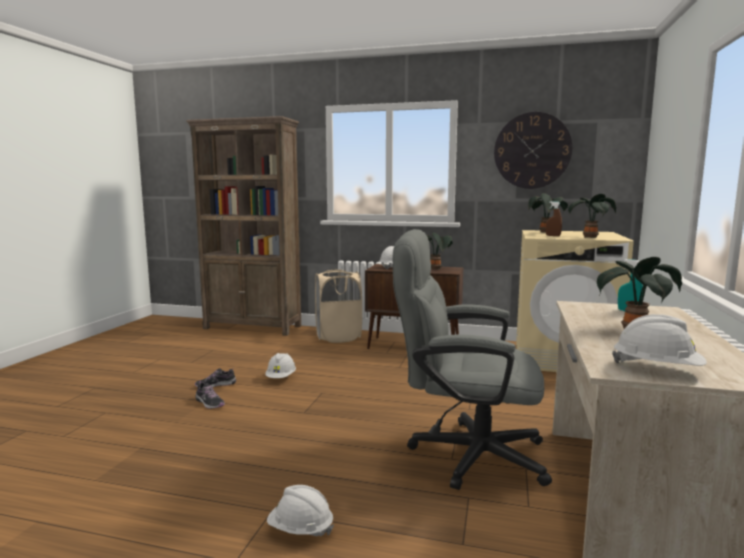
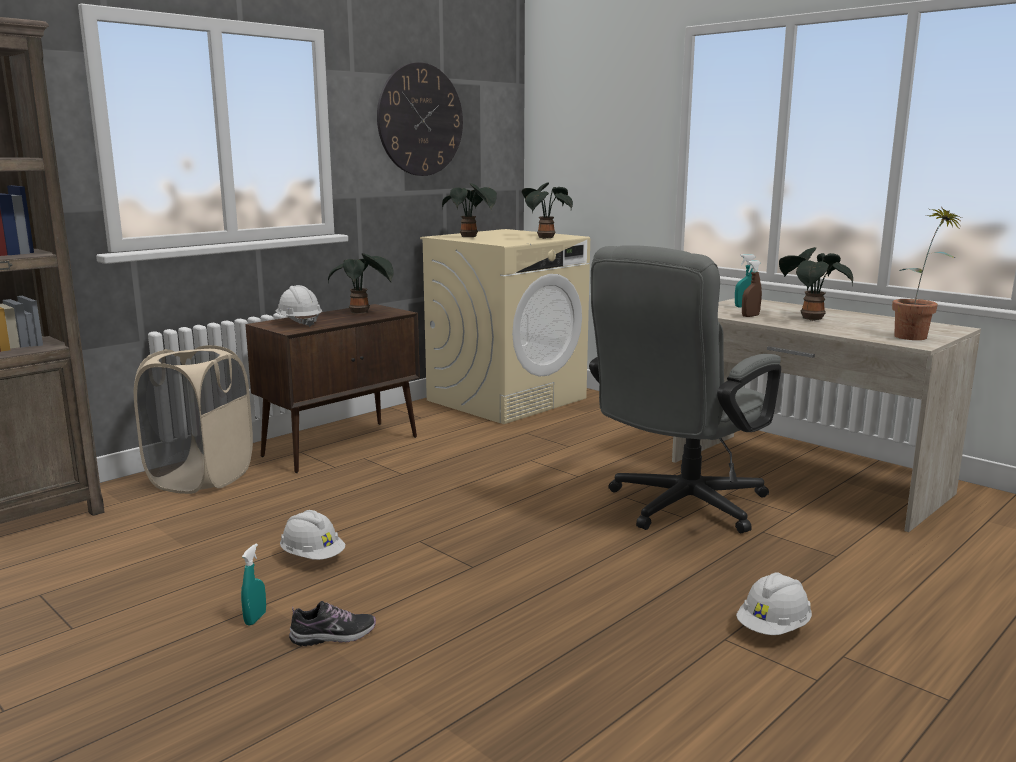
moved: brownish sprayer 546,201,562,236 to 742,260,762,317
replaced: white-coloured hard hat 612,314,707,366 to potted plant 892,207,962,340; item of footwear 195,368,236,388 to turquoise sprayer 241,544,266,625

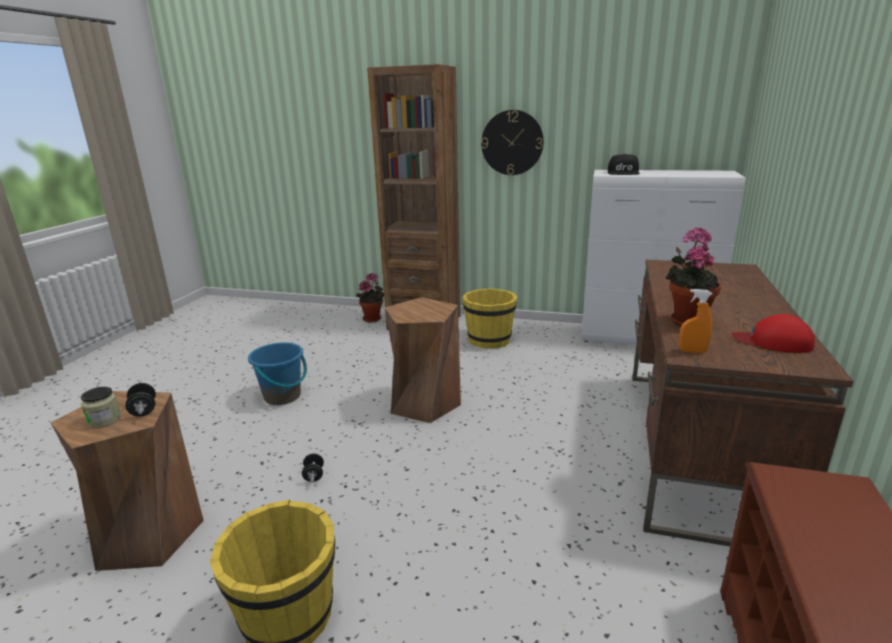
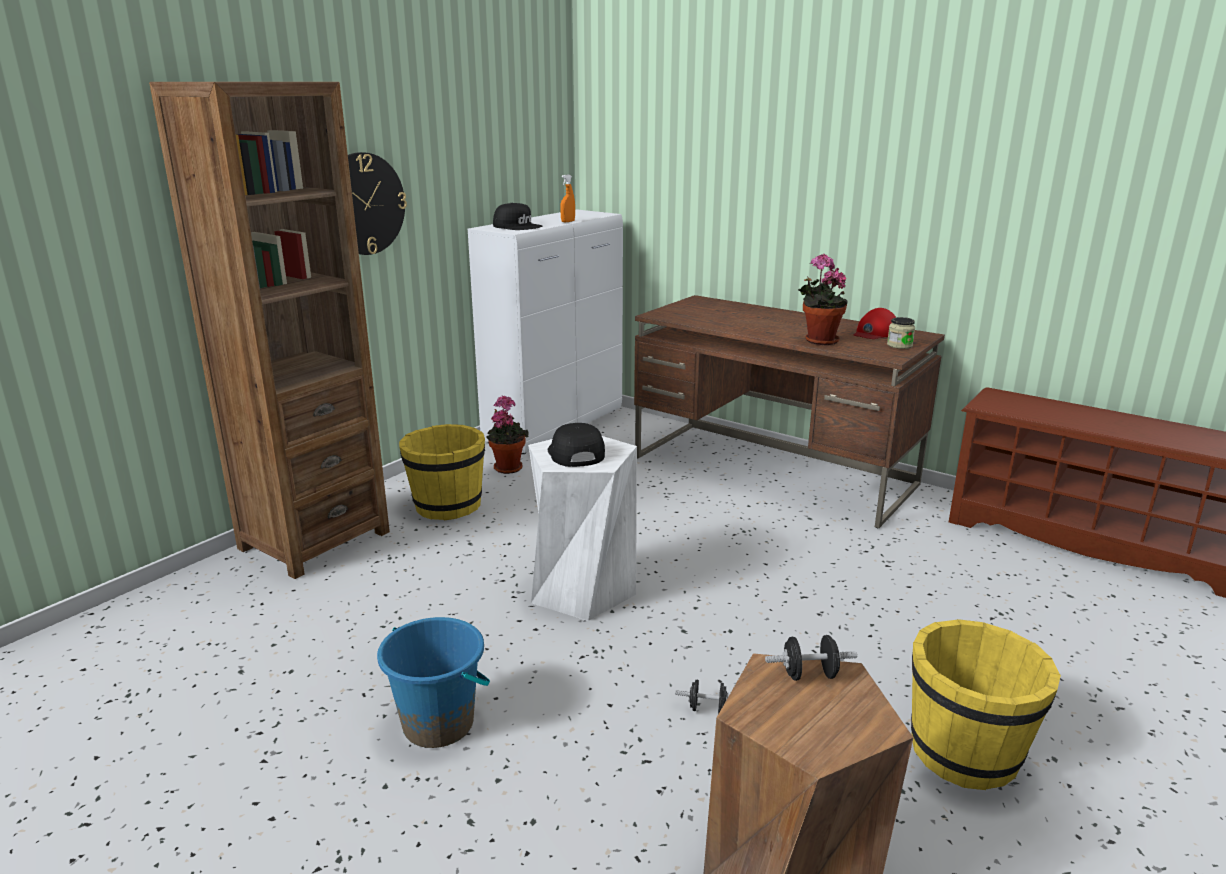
added: blackish cap 548,423,605,467
moved: potted plant 356,273,384,323 to 486,396,529,474; orange-coloured sprayer 679,289,712,353 to 560,174,575,222; preserve jar 81,387,121,428 to 887,317,915,349
recoloured: brownish sitting stool 385,297,461,423 to white-coloured sitting stool 528,436,637,621

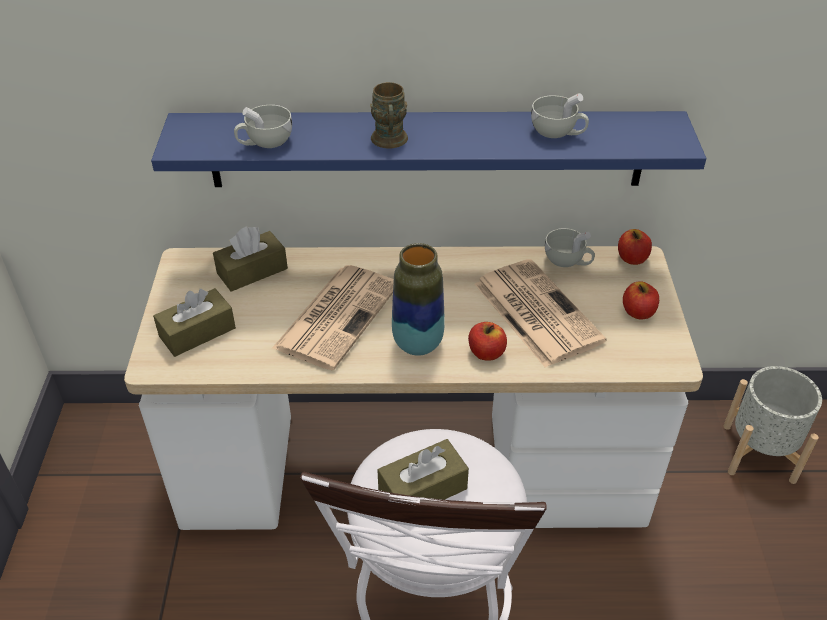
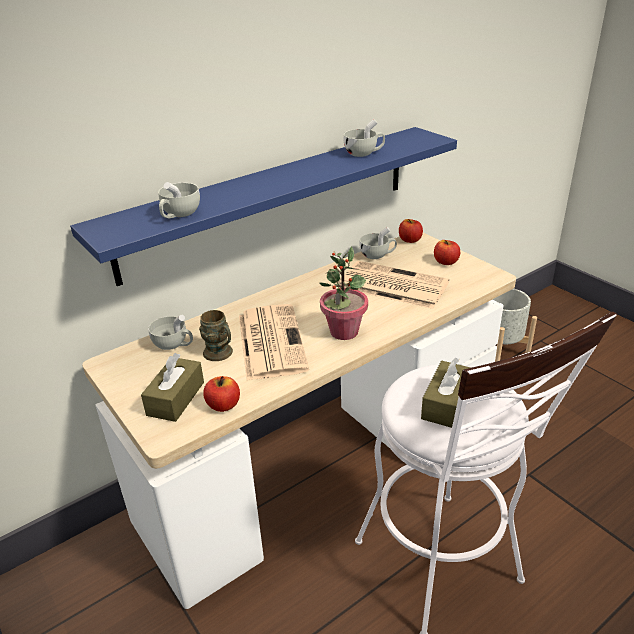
moved: brownish tea mug 370,82,408,149 to 199,310,233,361; apple 468,322,507,361 to 203,376,240,412
replaced: brownish tissue holder 213,226,288,292 to white-coloured cup 148,315,193,350; vase 392,243,445,356 to potted plant 319,247,368,340

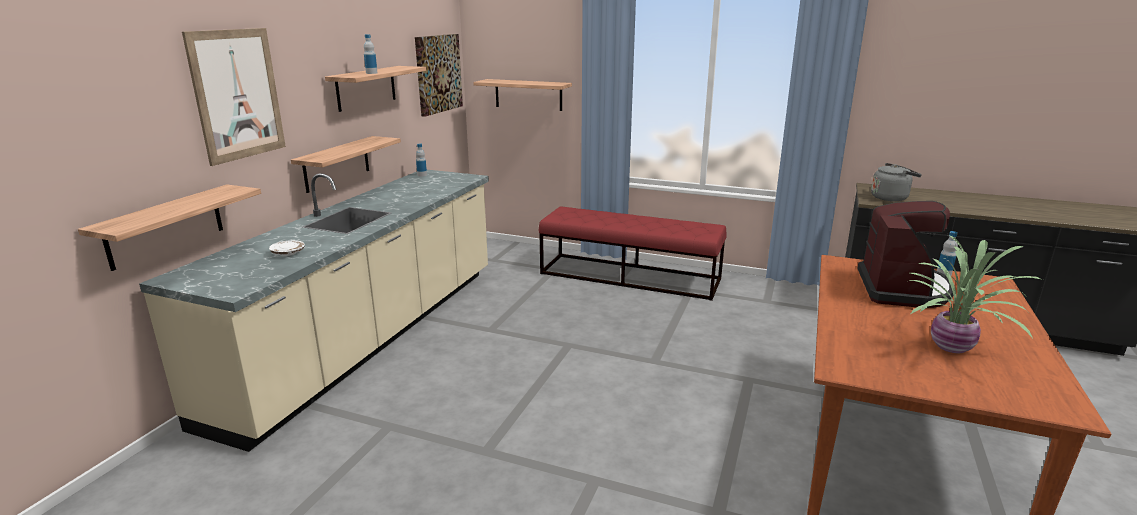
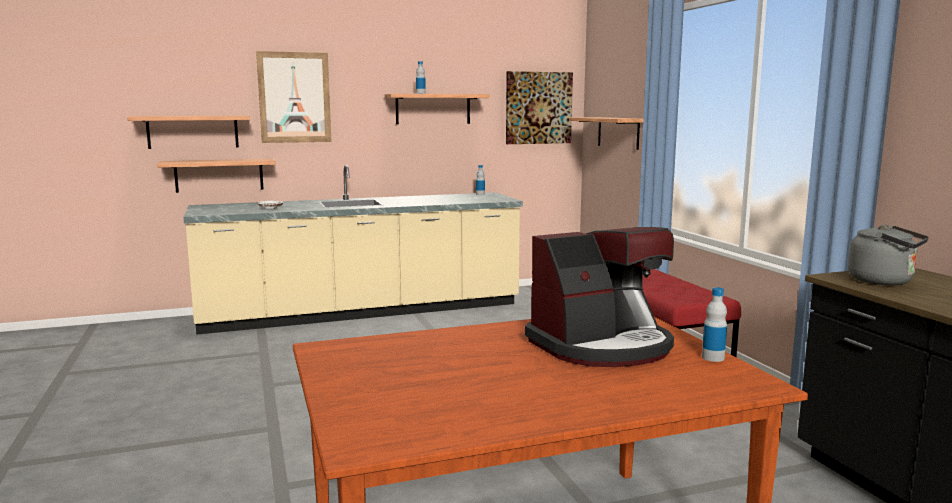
removed: potted plant 909,236,1043,353
moved: wall shelf 291,136,401,193 to 127,116,250,149

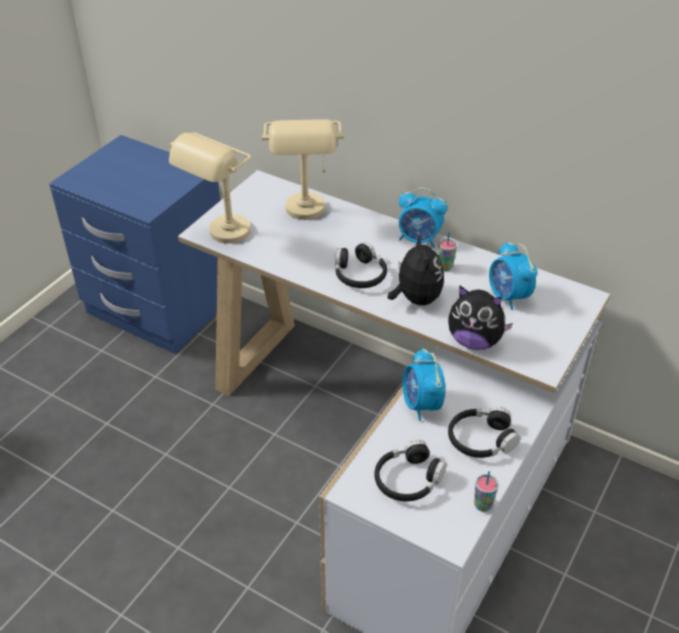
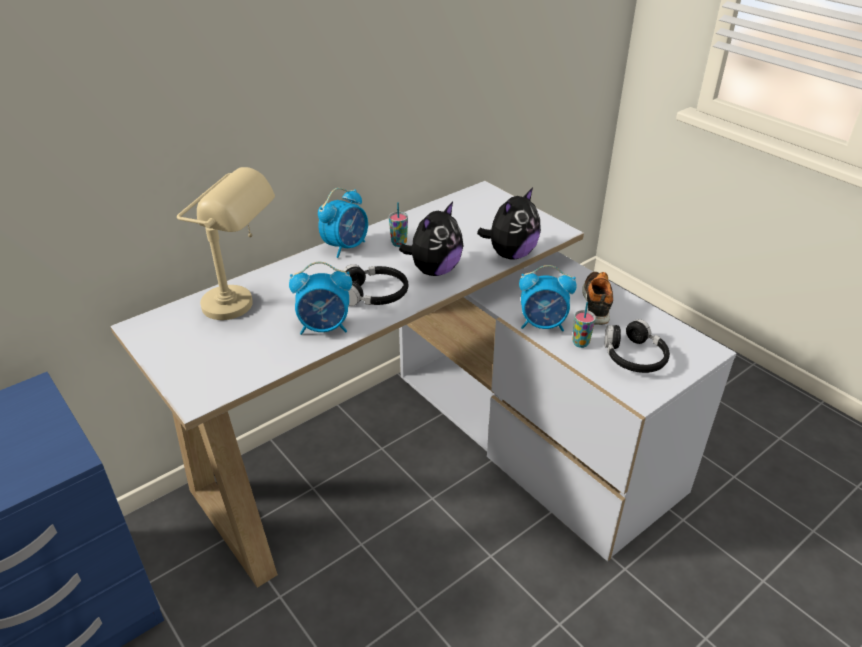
removed: beige table lamp 169,132,251,244
moved: table clock 489,241,538,310 to 289,262,352,335; cup 474,471,499,512 to 572,302,596,348
replaced: blackish headphones 448,407,521,458 to item of footwear 582,272,613,325
turned: cuddly toy 388,233,444,305 = 399,202,463,276 120 degrees clockwise

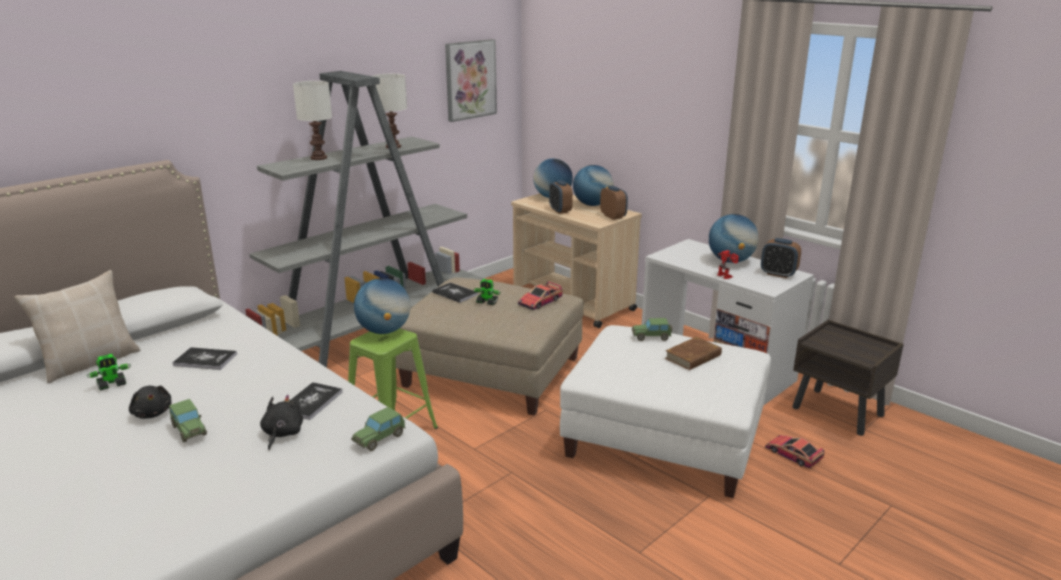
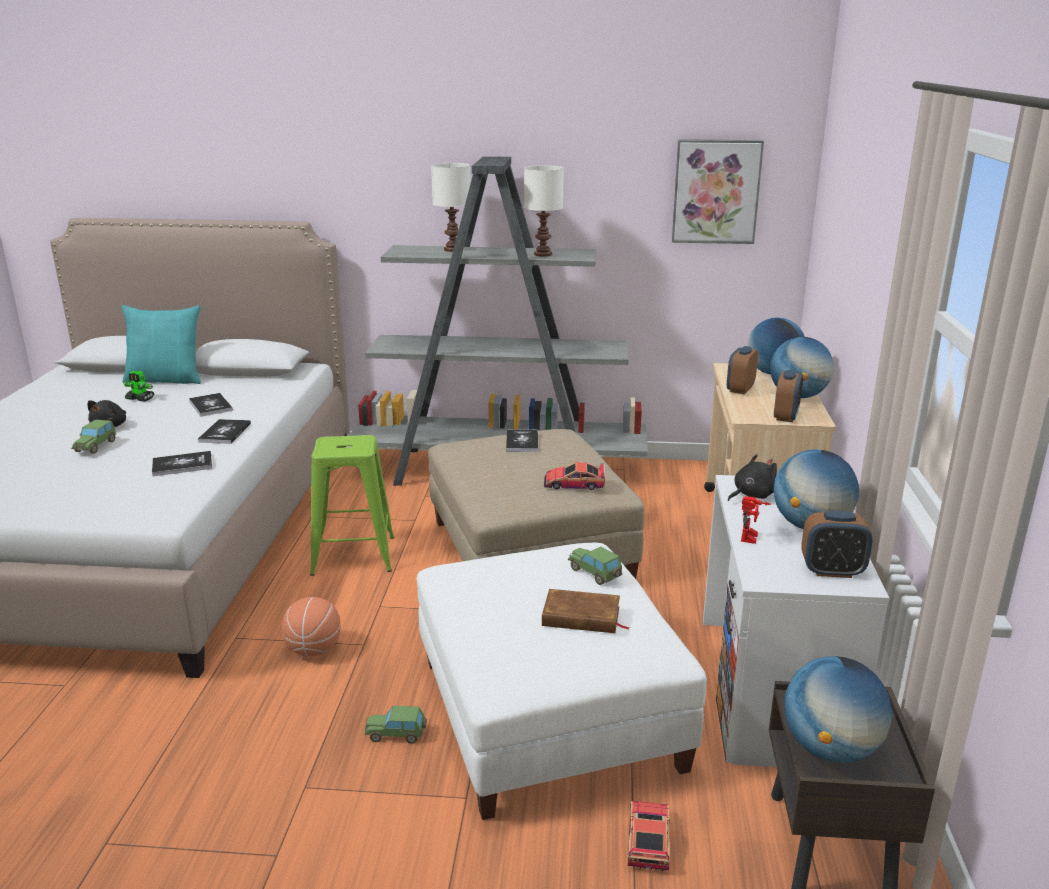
removed: toy robot 473,279,501,305
added: book 198,419,251,444; basketball 282,597,341,656
moved: desk globe 354,278,411,334 to 784,656,892,763; blackish cuddly toy 260,395,303,450 to 728,454,777,501; toy car 351,407,405,451 to 365,706,427,744
recoloured: beige cushion 15,270,141,383 to turquoise cushion 122,305,201,384
turned: table clock 761,238,801,278 = 801,511,873,578 75 degrees counterclockwise

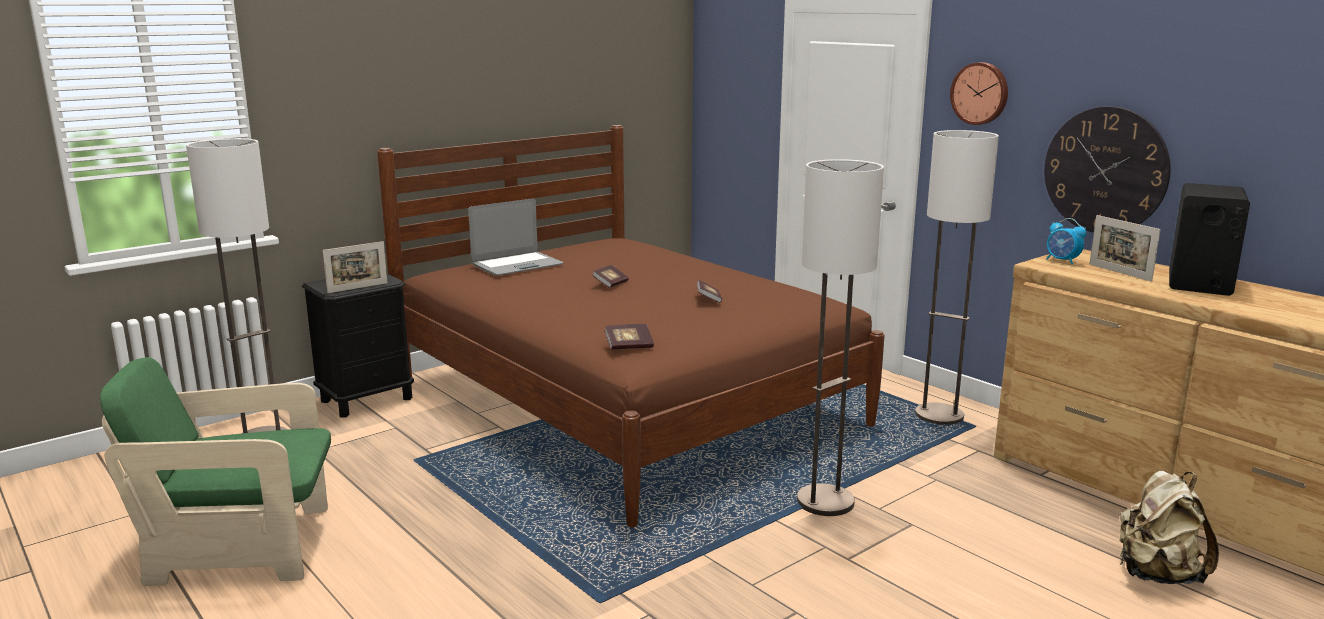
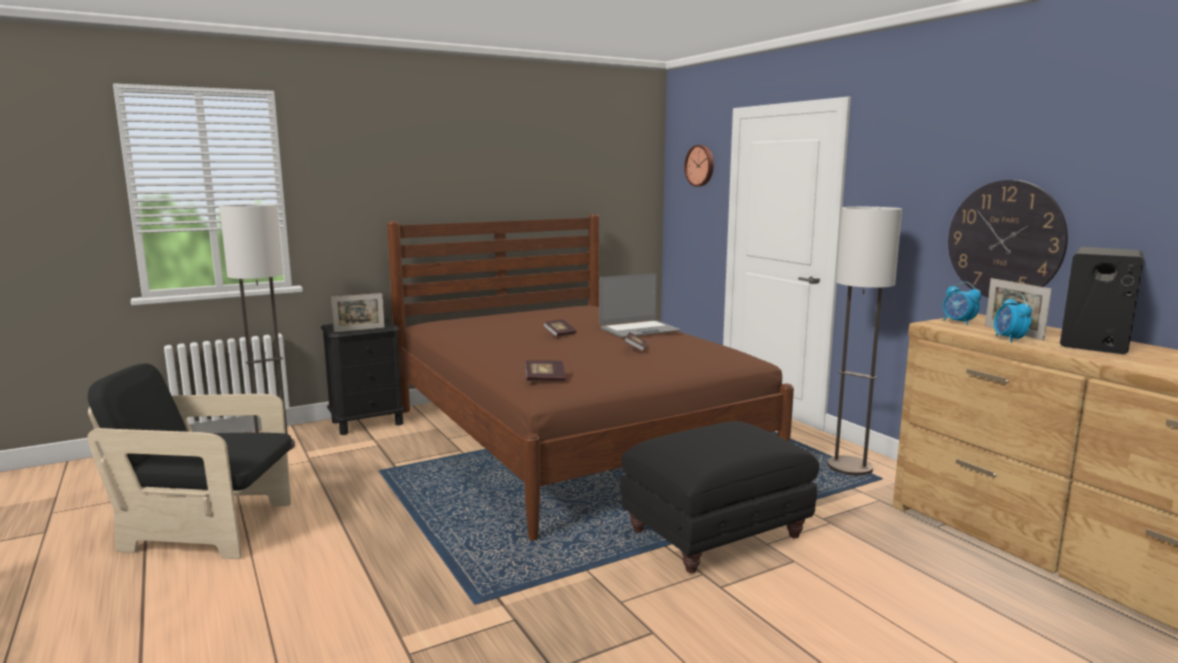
removed: beige knapsack 1119,471,1219,584
added: table clock 994,295,1032,342
moved: clock on the wall 950,62,1008,125 to 684,145,714,187; notebook computer 468,199,564,276 to 599,273,681,337
replaced: floor lamp 797,159,884,516 to blackish ottoman 620,421,819,573
recoloured: greenish easy chair 100,357,331,586 to blackish easy chair 87,363,292,559

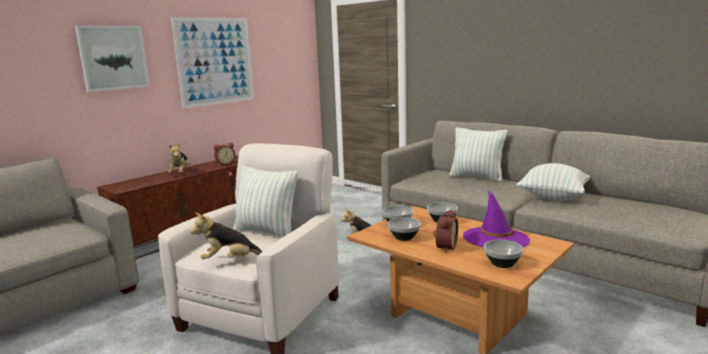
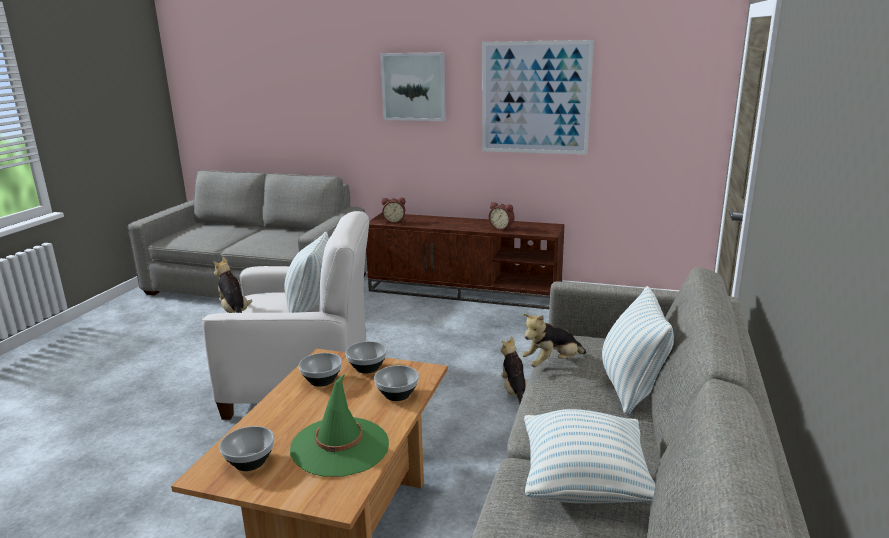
moved: cuddly toy 168,143,191,173 to 522,314,586,367; table clock 433,210,458,253 to 382,198,405,223
recoloured: purplish wearable hat 463,190,530,248 to greenish wearable hat 290,374,389,477

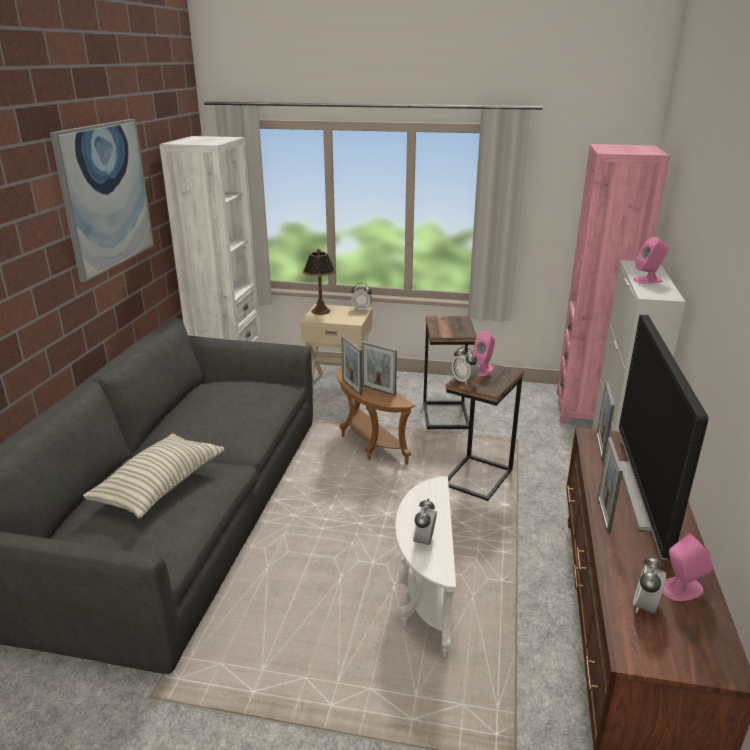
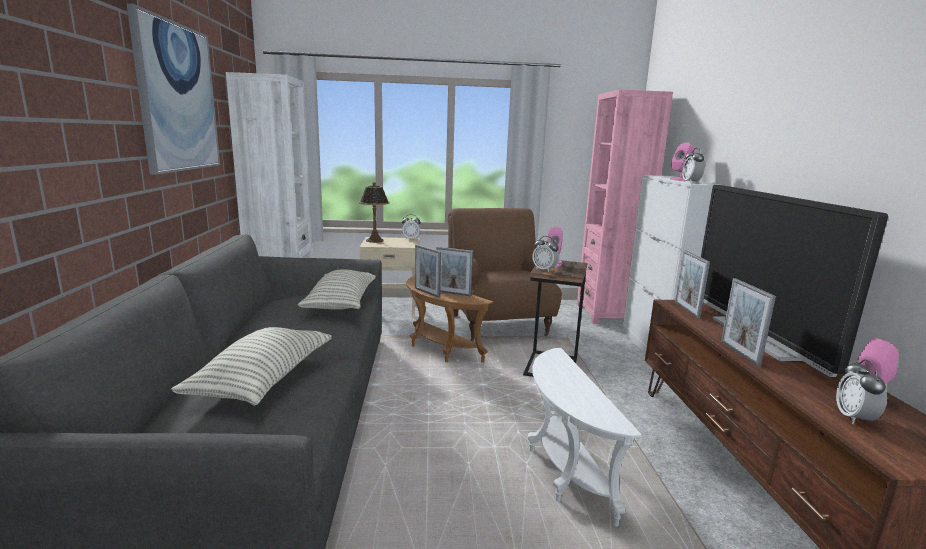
added: cushion 298,269,376,310
moved: table clock 413,499,437,547 to 682,148,705,183
replaced: end table 423,316,477,429 to brownish easy chair 448,208,562,341

